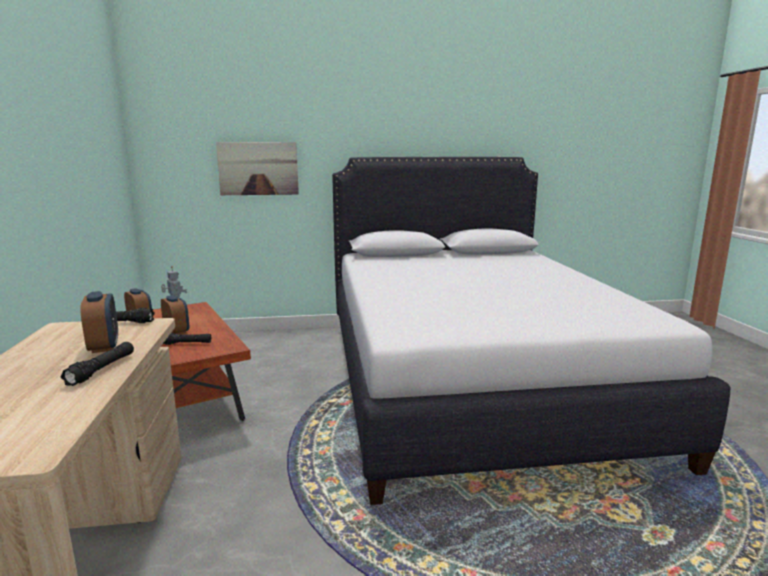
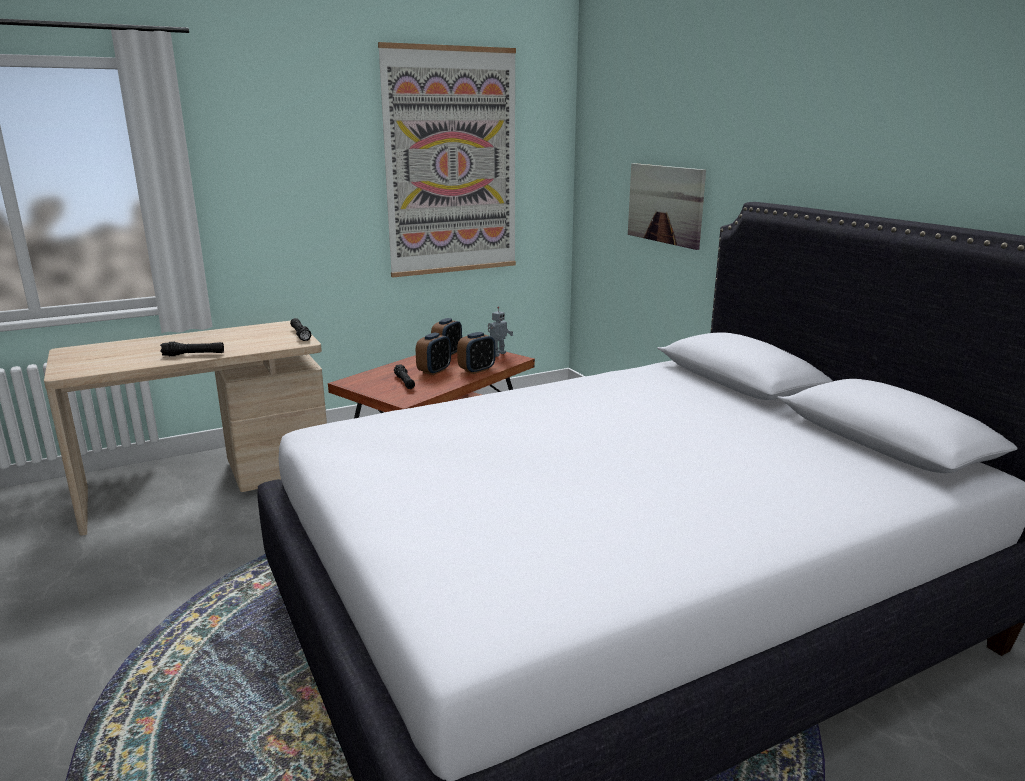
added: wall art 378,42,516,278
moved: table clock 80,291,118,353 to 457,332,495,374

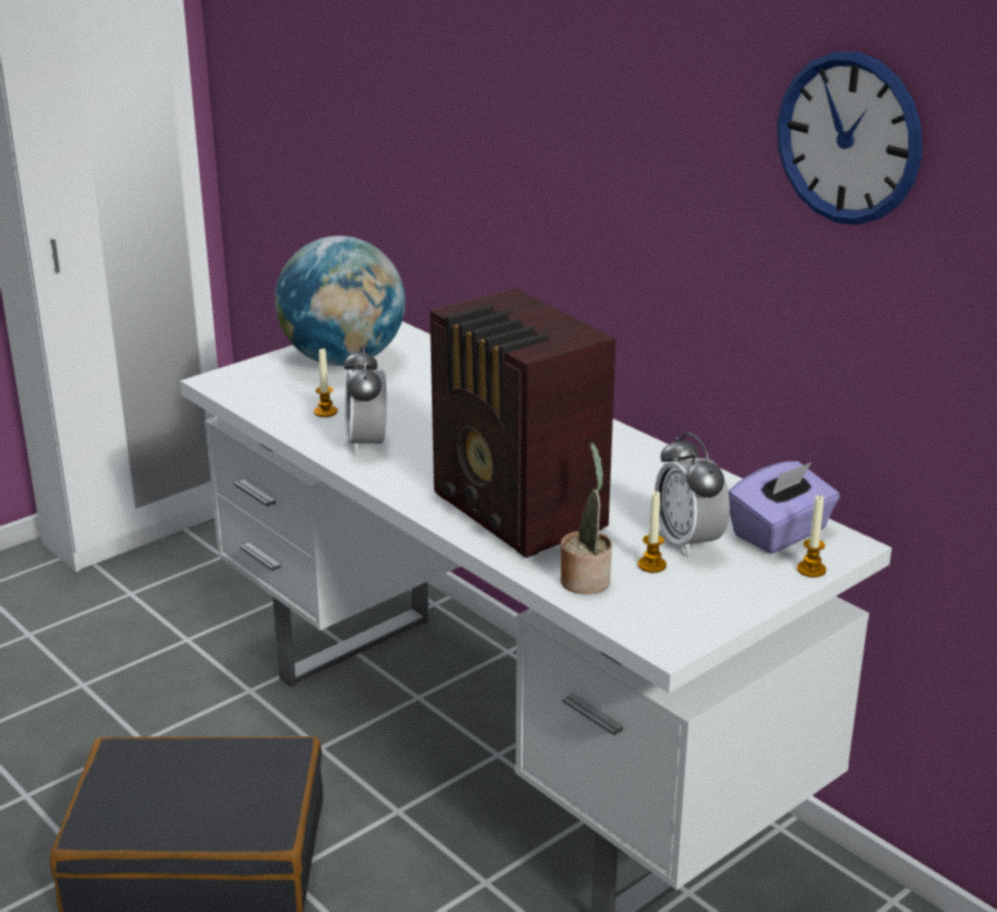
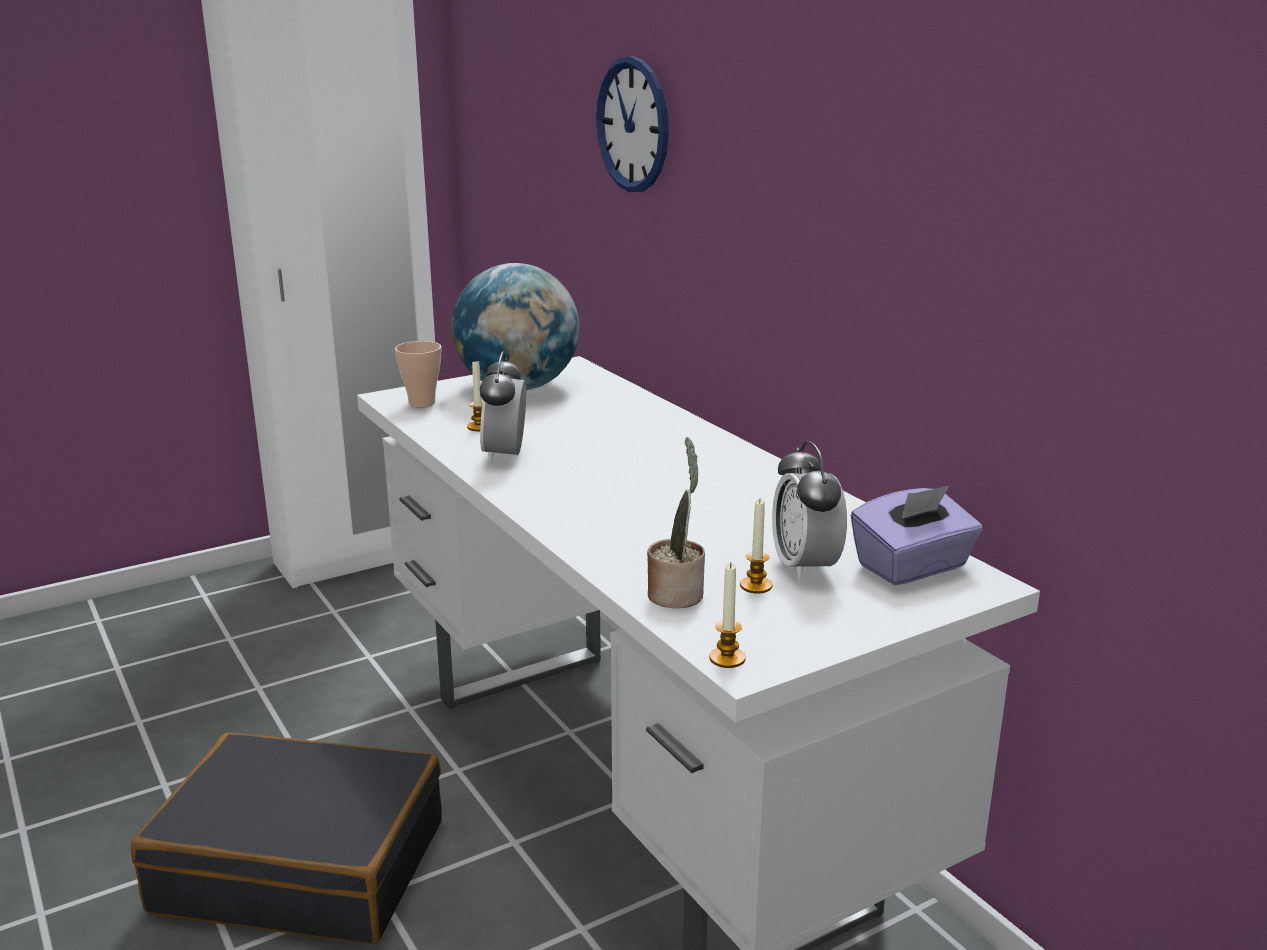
removed: radio set 430,288,616,558
added: cup 395,341,441,408
moved: clock on the wall 777,52,922,225 to 596,56,669,192; wax candle 797,495,826,577 to 709,563,746,668

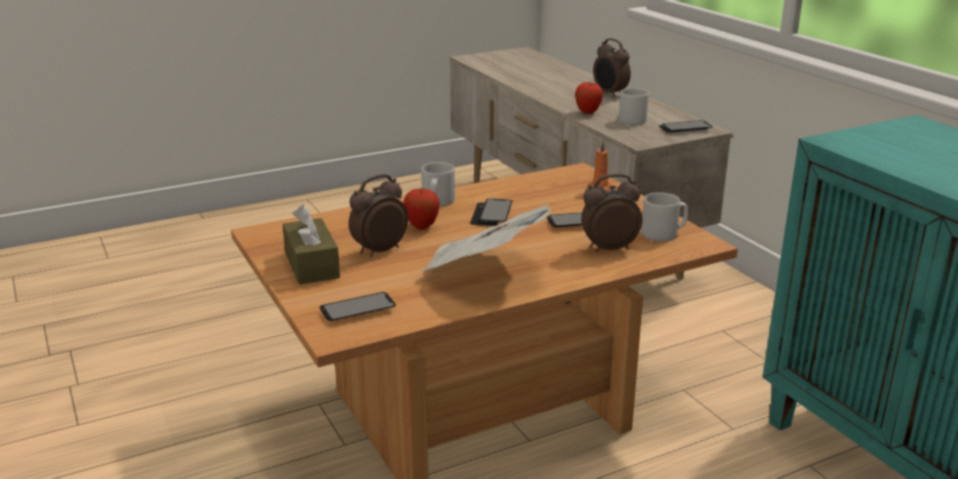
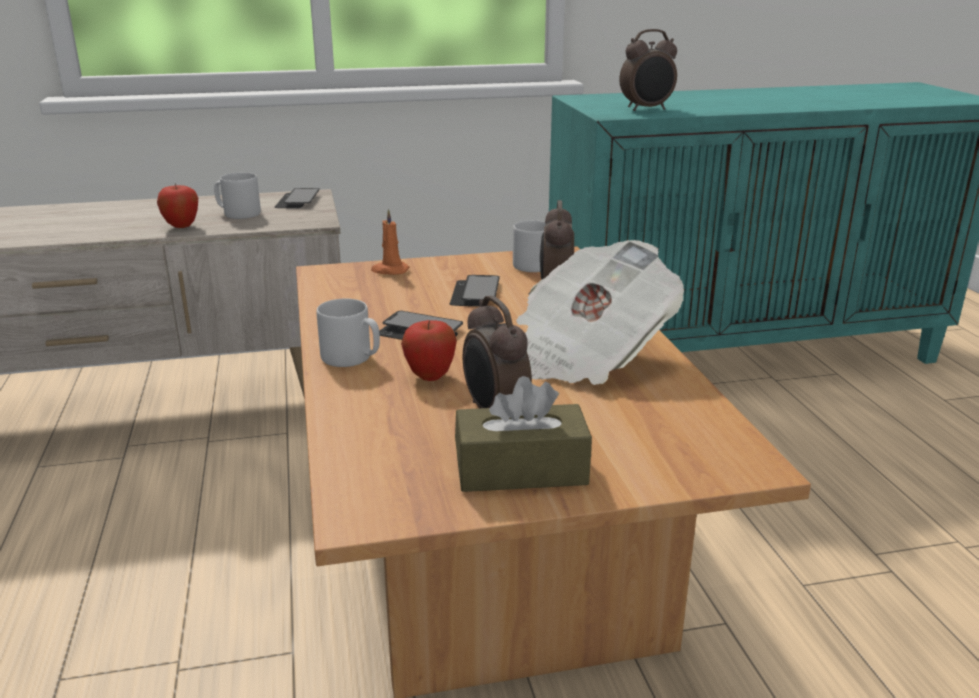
removed: handset 319,292,396,321
moved: table clock 593,38,631,98 to 619,29,677,111

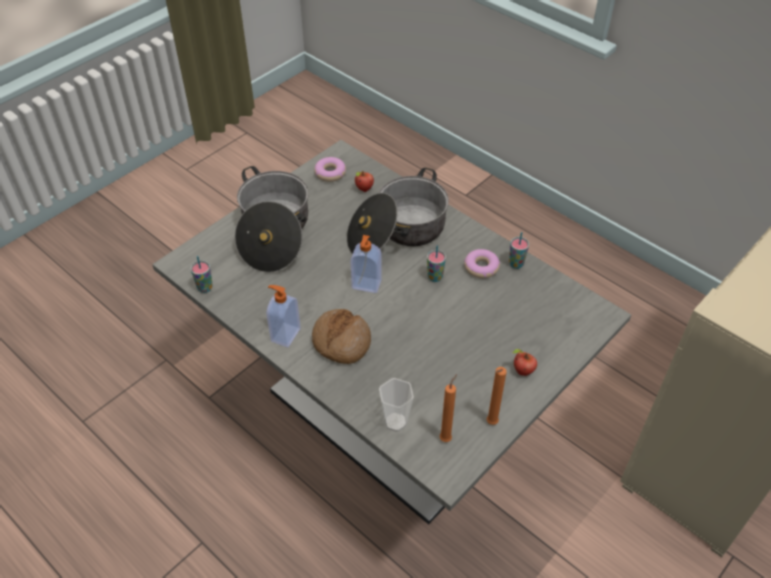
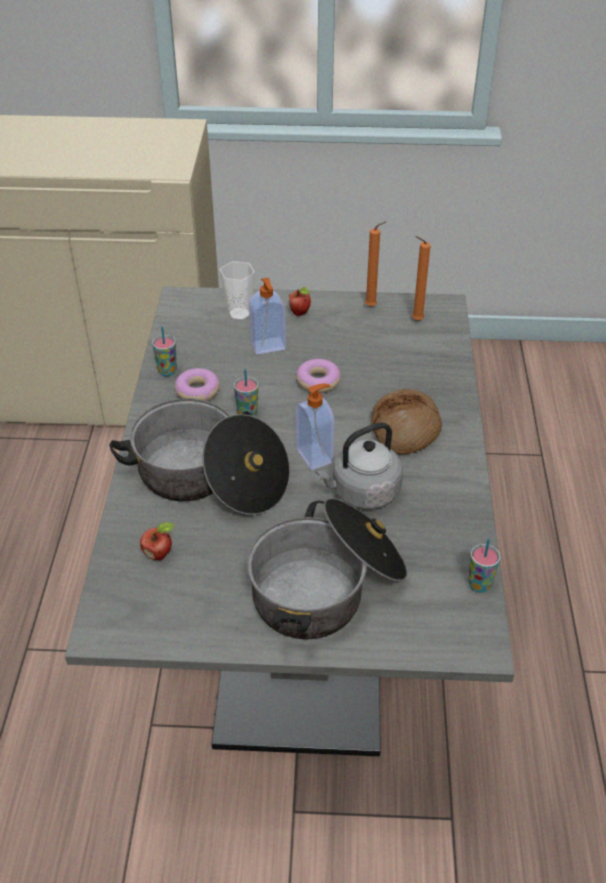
added: grey water kettle 315,422,403,509
moved: donut 314,157,346,182 to 296,359,341,393; soap dispenser 267,285,301,347 to 249,278,286,355; cup 379,378,414,432 to 220,261,255,321

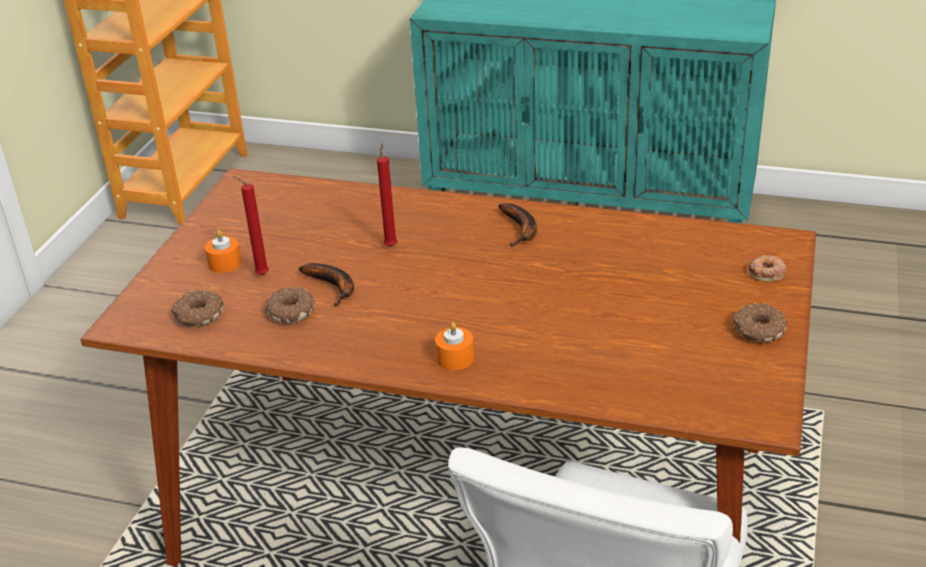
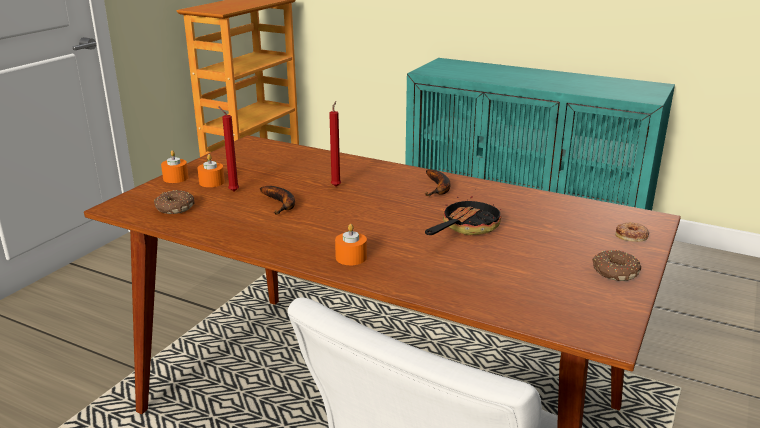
removed: donut 265,287,315,324
added: orange-coloured wax candle 161,150,189,183; frying pan 425,196,501,235

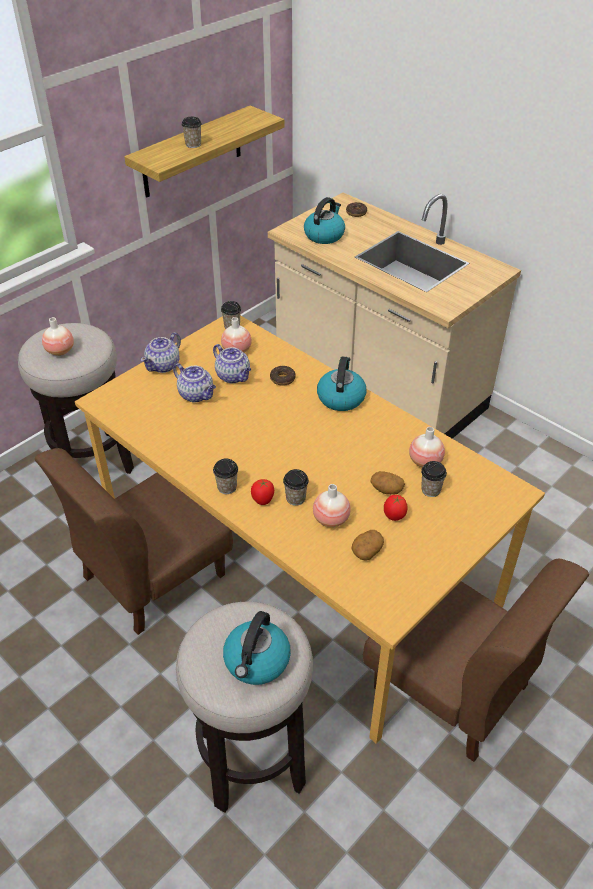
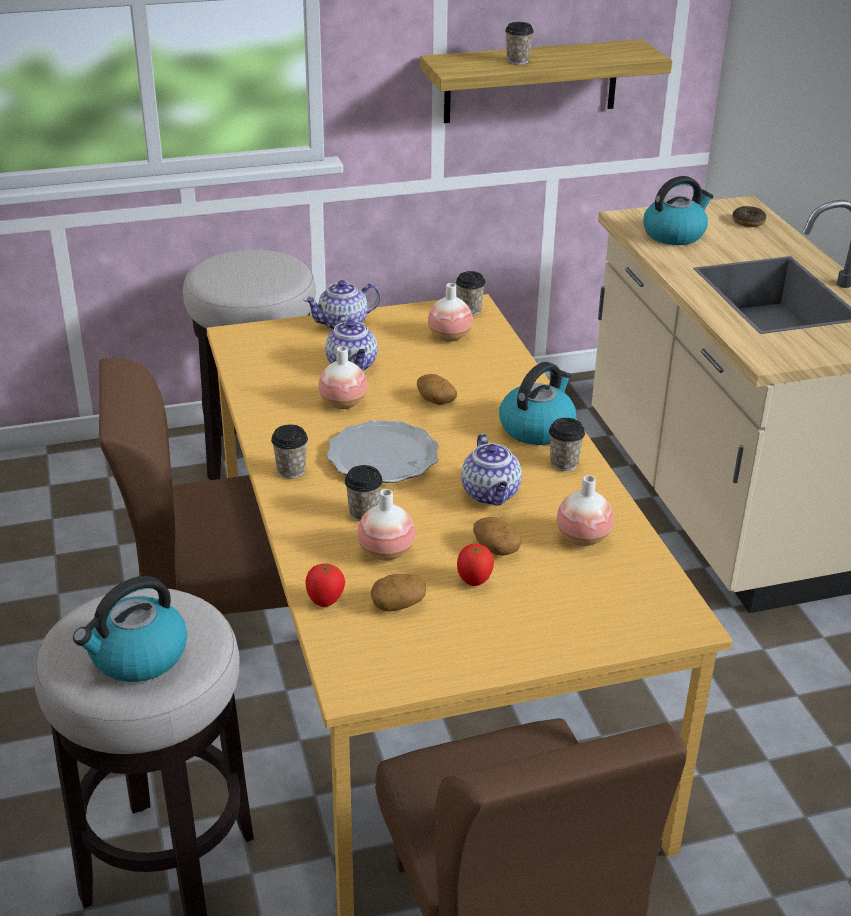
removed: donut 270,366,296,386
added: spud 417,374,457,405; flat dish 327,420,439,483
moved: vase 42,317,74,356 to 318,346,367,409; teapot 213,344,251,383 to 461,433,522,505; cup 421,461,447,497 to 549,418,585,471; fresh tomato 251,479,274,505 to 306,563,345,607

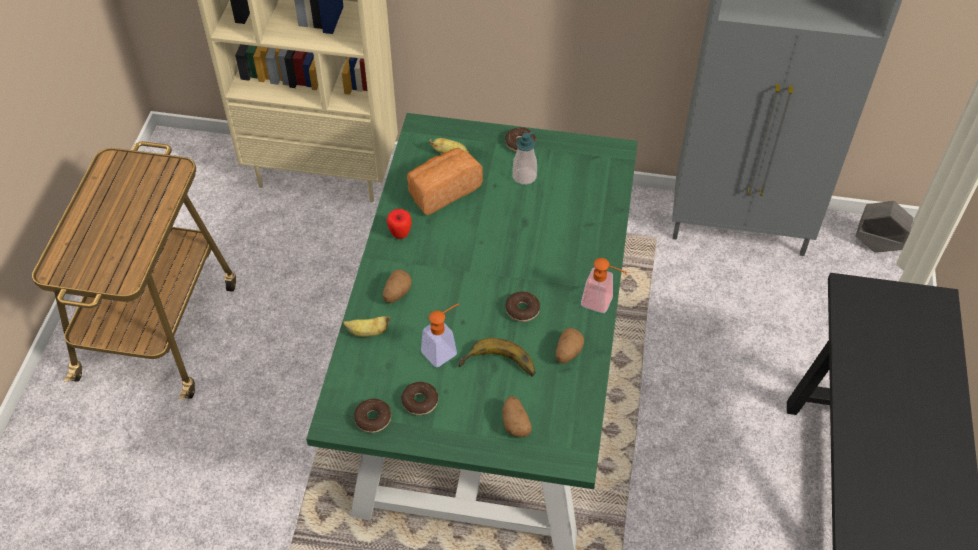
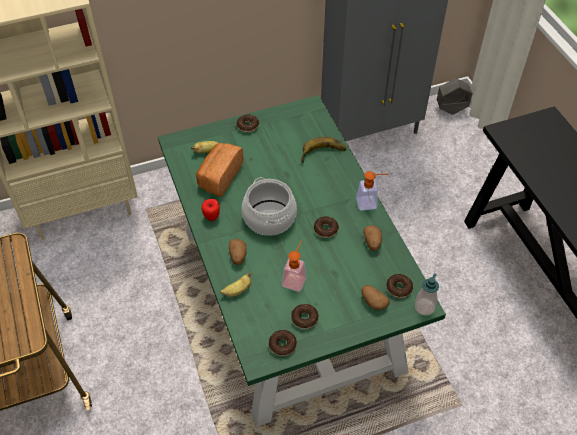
added: saucepot 242,177,297,236; donut 386,274,413,298
moved: soap dispenser 512,131,537,185 to 414,273,439,316; whole banana 458,338,535,376 to 301,137,346,163

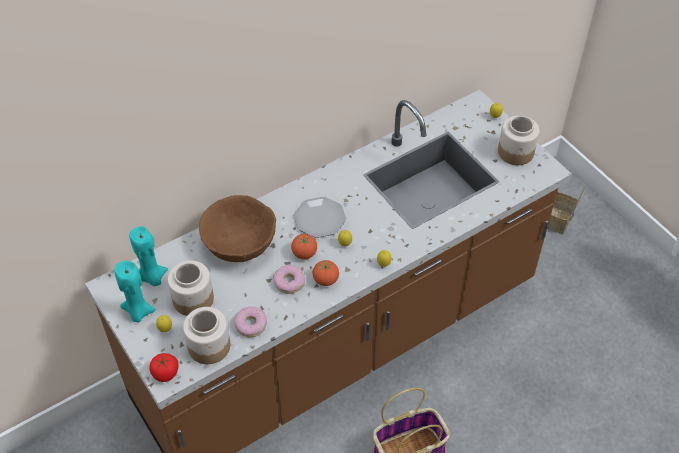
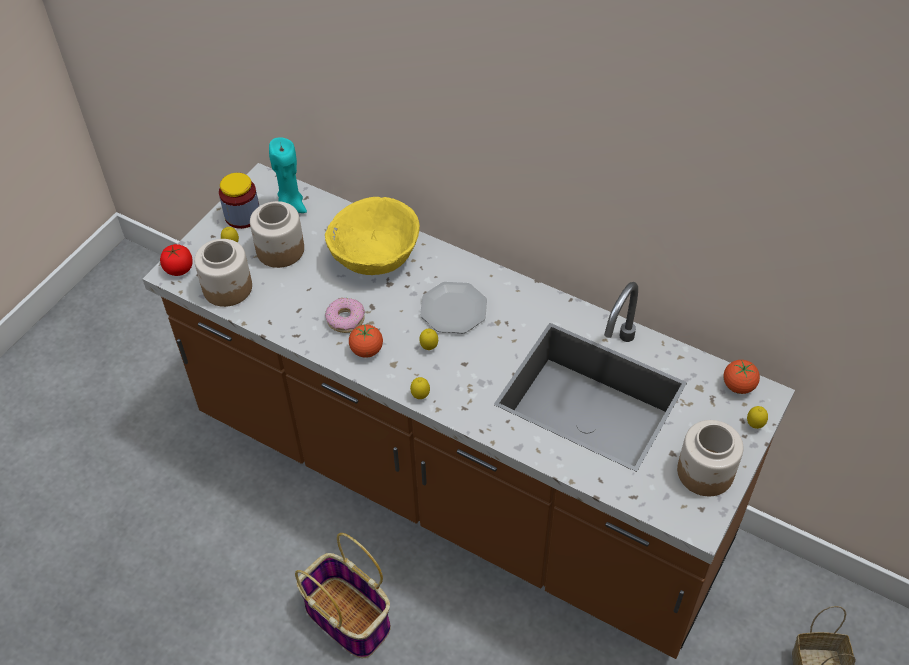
removed: donut 234,307,267,337
moved: fresh tomato 291,234,317,259 to 724,360,760,394
replaced: turquoise wax candle 114,261,156,322 to preserve jar 219,173,259,229
recoloured: brownish serving bowl 199,195,276,262 to yellow serving bowl 325,197,420,275

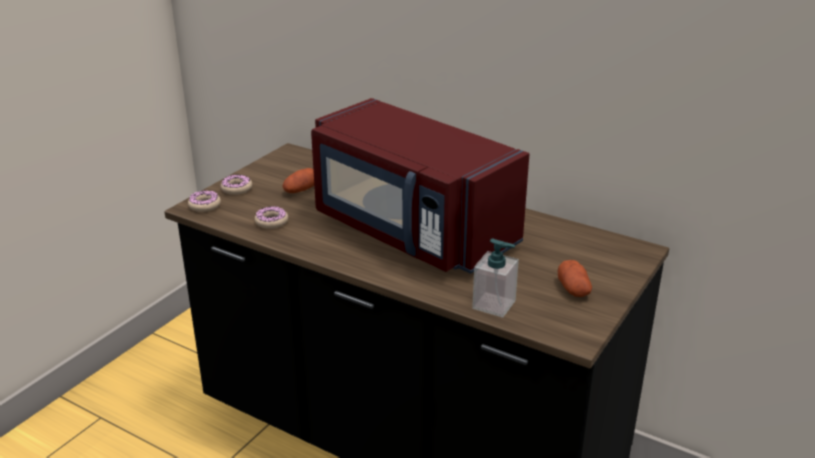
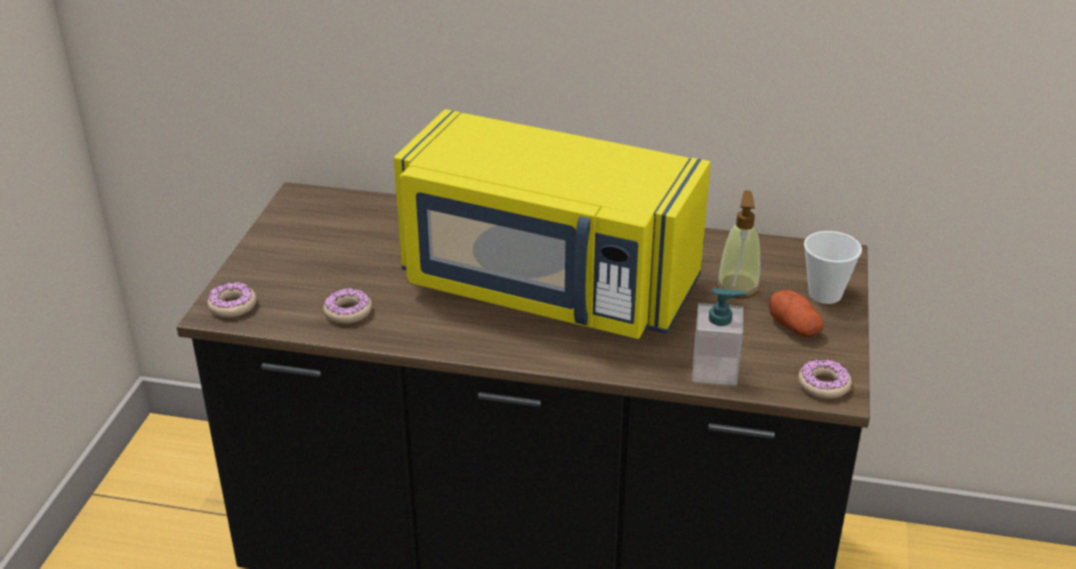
removed: spud 283,168,314,193
added: soap dispenser 716,191,761,299; cup 804,231,862,304
moved: donut 221,174,252,195 to 798,359,851,399
recoloured: reddish microwave oven 311,98,529,274 to yellow microwave oven 394,109,711,339

